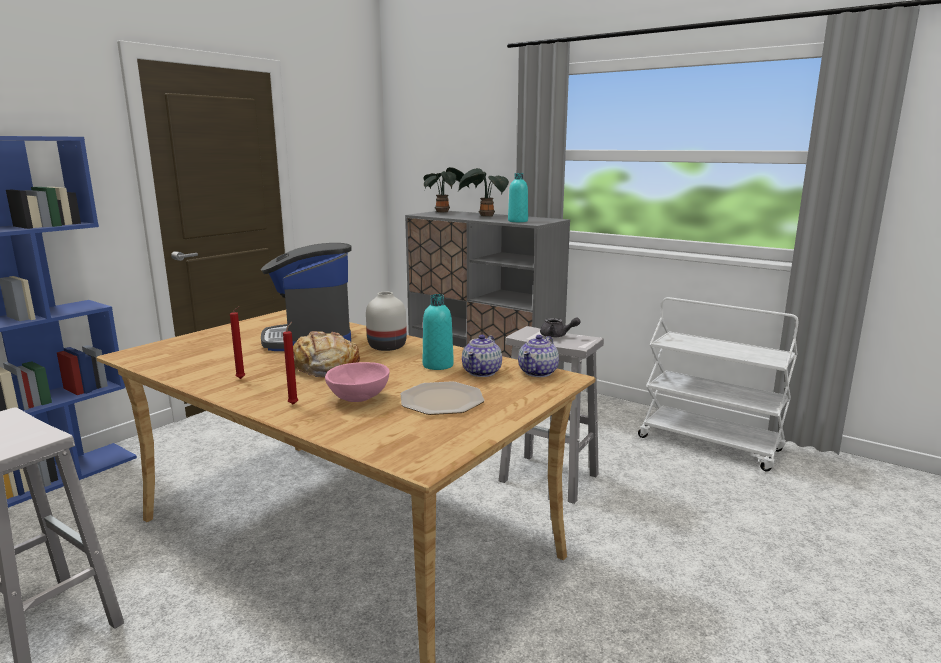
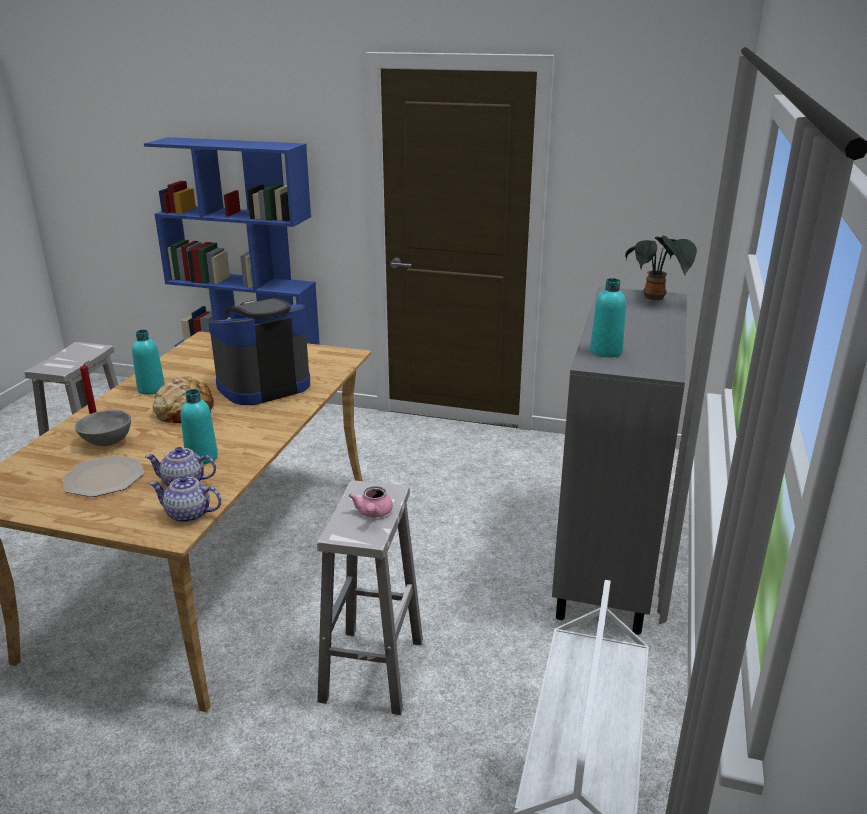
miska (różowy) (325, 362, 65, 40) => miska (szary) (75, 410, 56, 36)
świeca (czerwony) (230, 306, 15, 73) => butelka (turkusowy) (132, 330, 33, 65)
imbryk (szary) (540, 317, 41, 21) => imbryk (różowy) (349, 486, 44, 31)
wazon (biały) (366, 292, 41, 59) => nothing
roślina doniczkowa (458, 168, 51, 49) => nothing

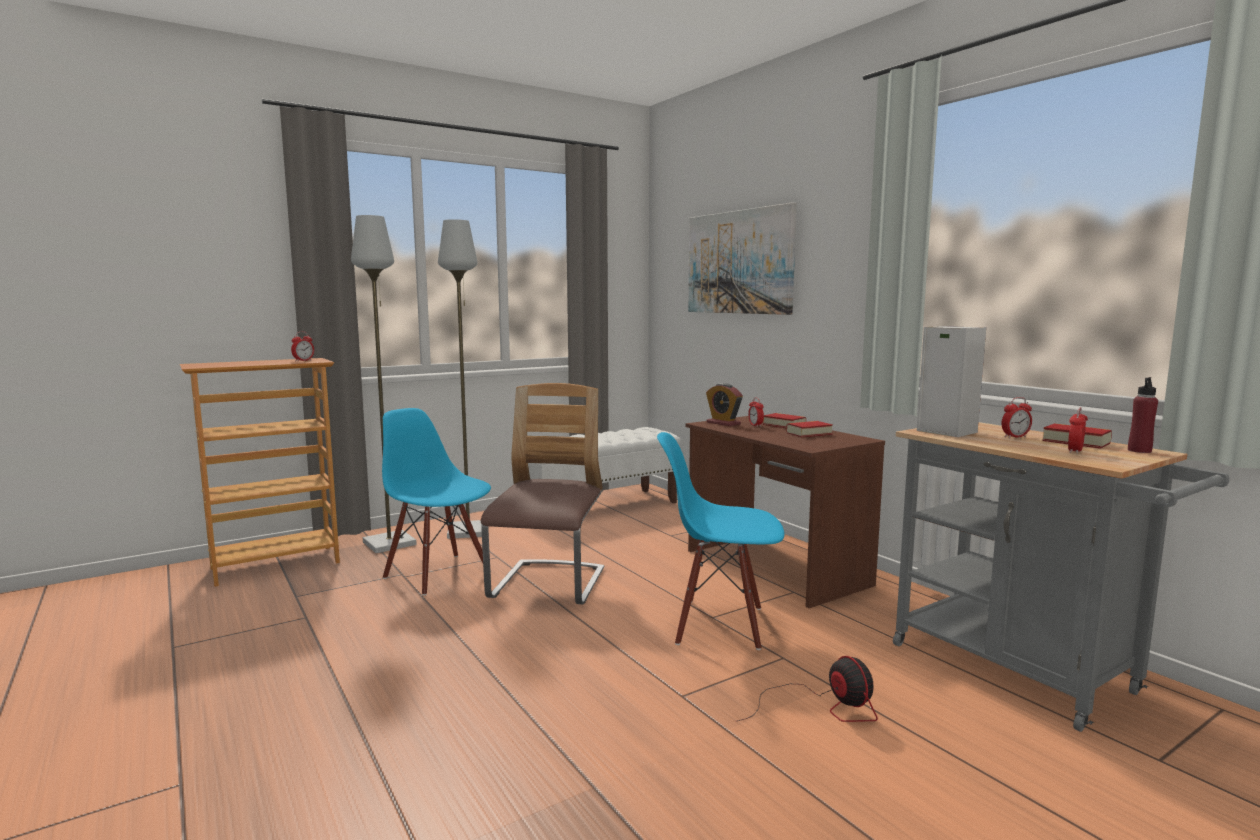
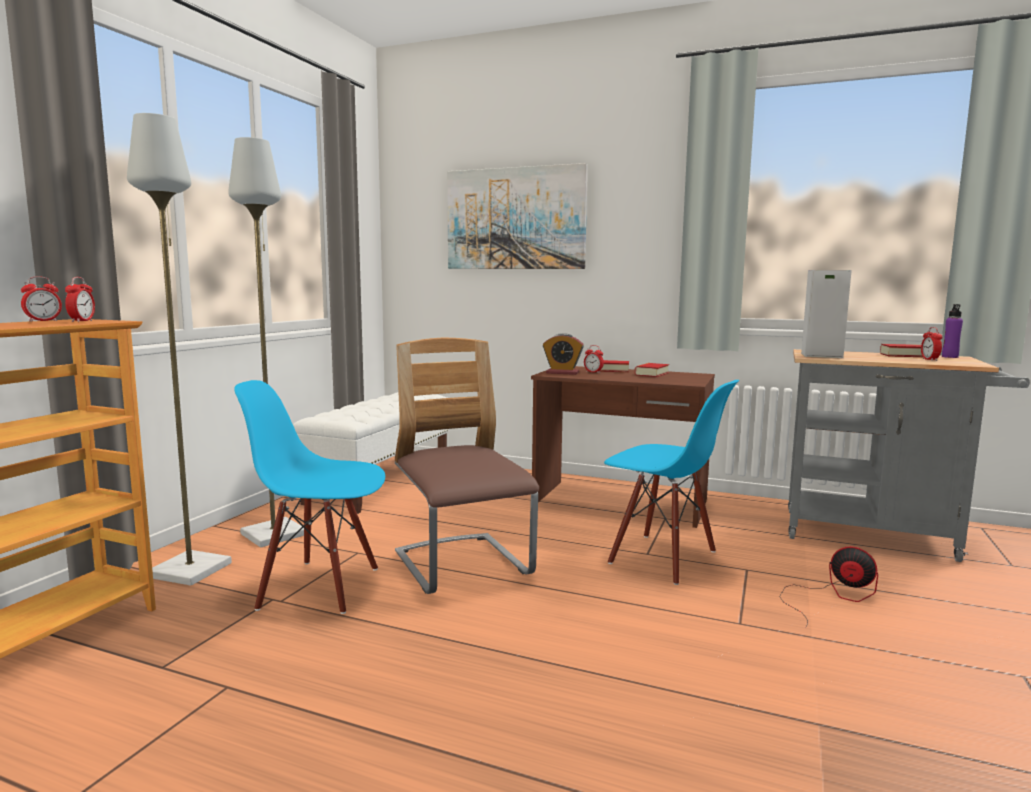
budzik (1002, 397, 30, 41) => budzik (21, 276, 41, 46), relocated
krzesło (niebieski) (657, 432, 127, 218) => krzesło (niebieski) (604, 380, 135, 205), 120 degrees counterclockwise
butelka (czerwony) (1128, 377, 30, 76) => butelka (fioletowy) (942, 304, 21, 54)

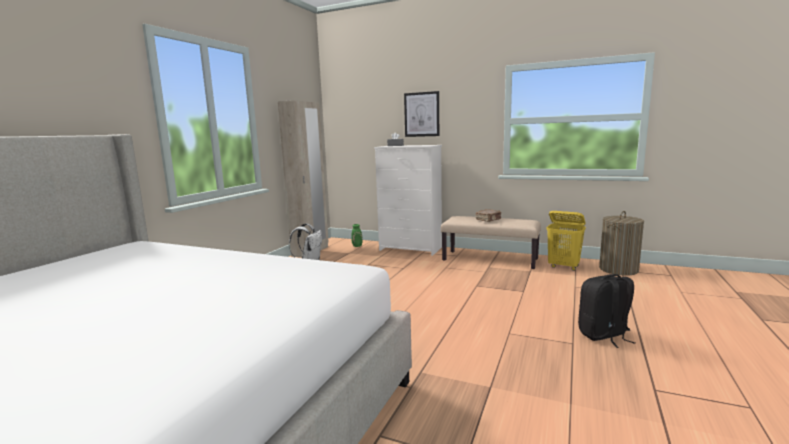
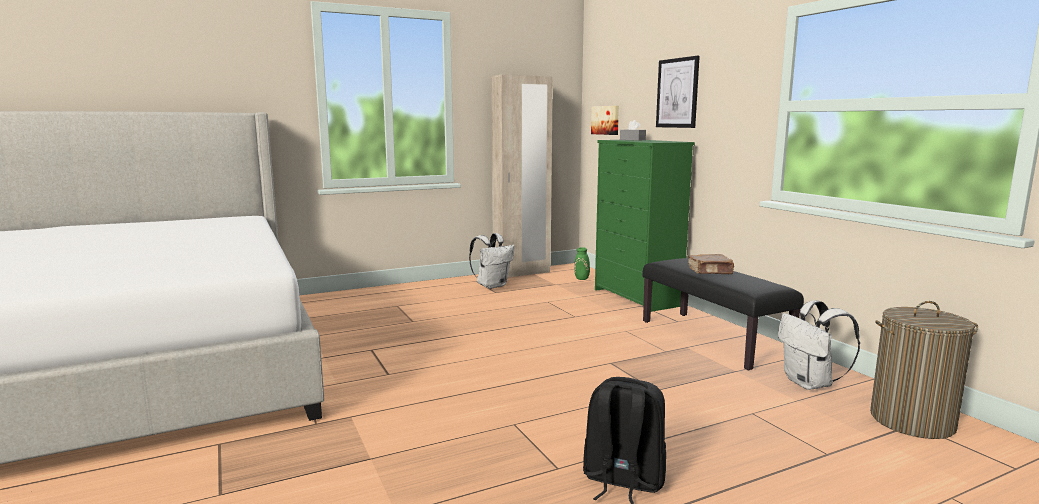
nothing => obraz (591, 106, 28, 29)
komoda (biały) (374, 145, 68, 111) => komoda (zielony) (595, 140, 100, 172)
ławka (beżowy) (441, 216, 100, 53) => ławka (czarny) (642, 258, 162, 112)
kosz na pranie (żółty) (546, 211, 40, 60) => plecak (biały) (778, 300, 82, 90)

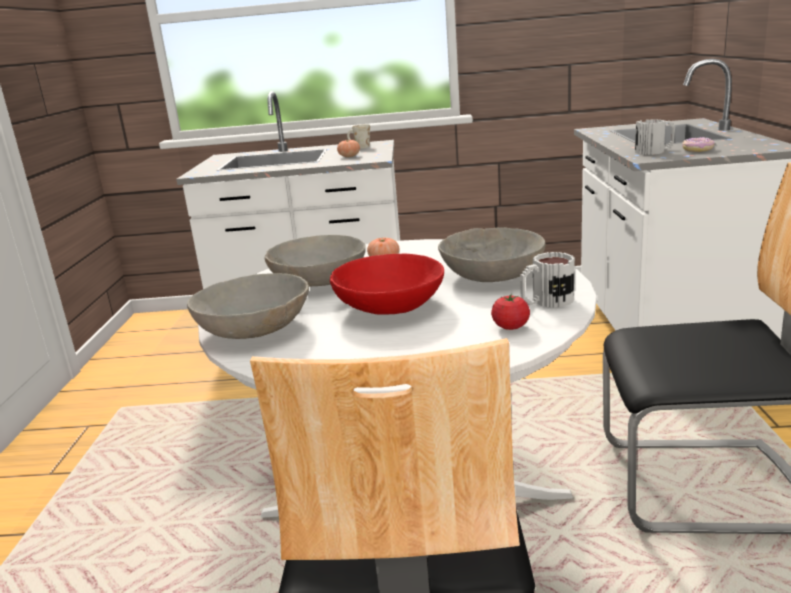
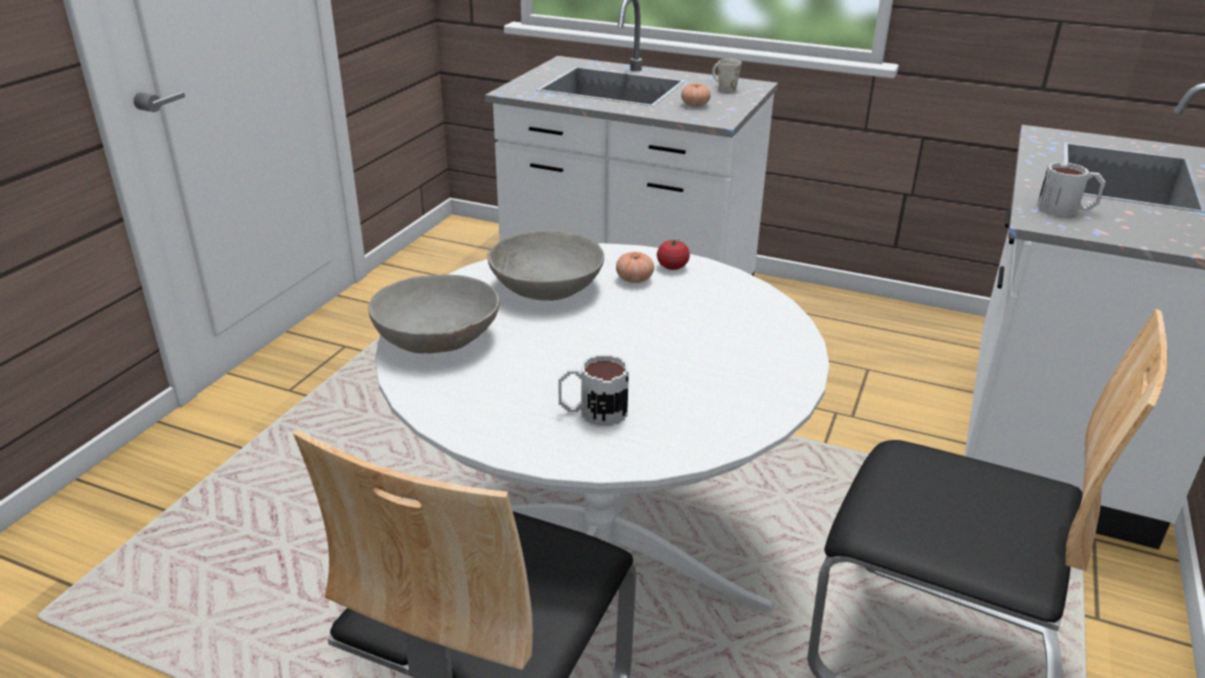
kubek (520, 252, 55, 56) => kubek (558, 355, 71, 71), relocated
pomidor (491, 294, 39, 36) => pomidor (657, 239, 33, 31), relocated
miska (czerwony) (330, 254, 114, 61) => nothing
miska (szary) (438, 227, 108, 55) => nothing
donut (682, 137, 33, 15) => nothing

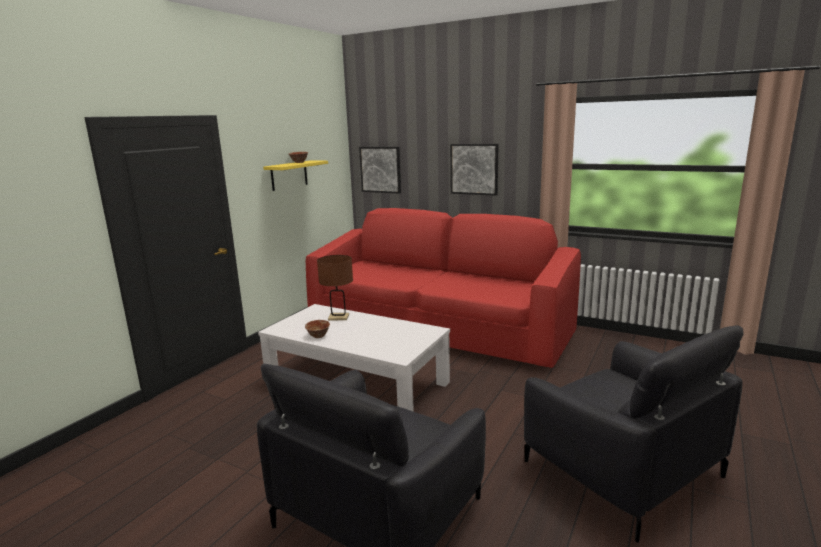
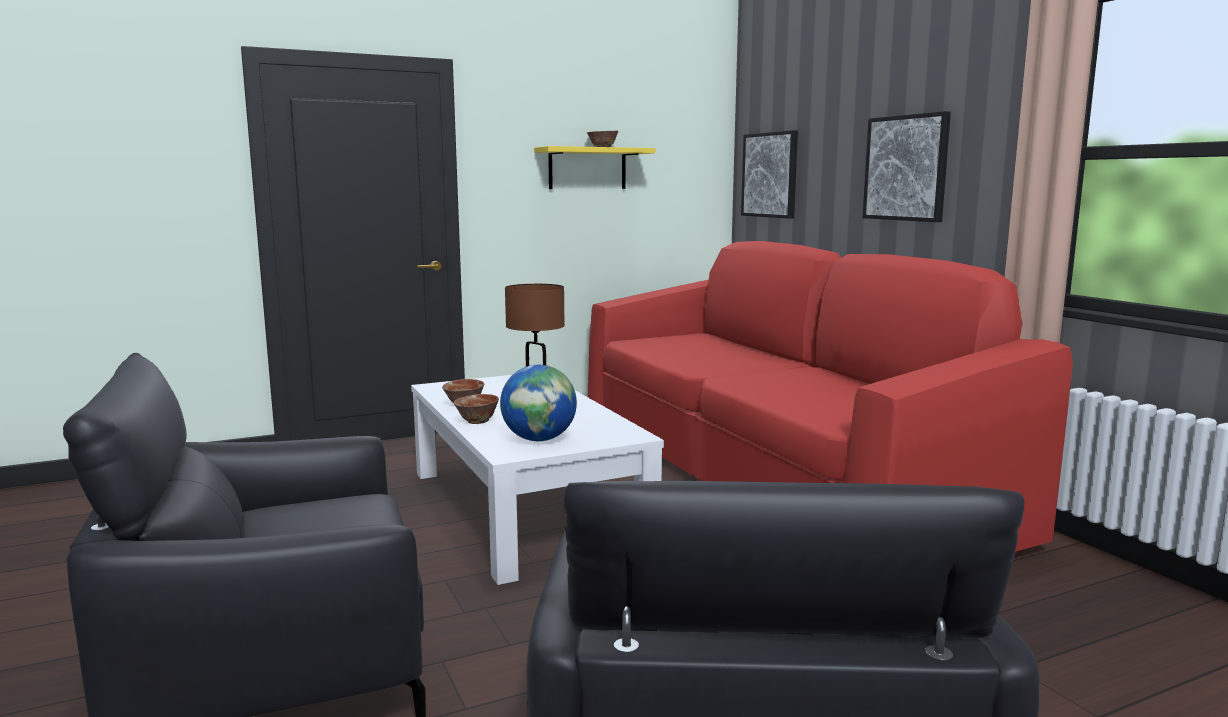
nothing => miska (454, 394, 45, 30)
nothing => globus (500, 365, 77, 76)

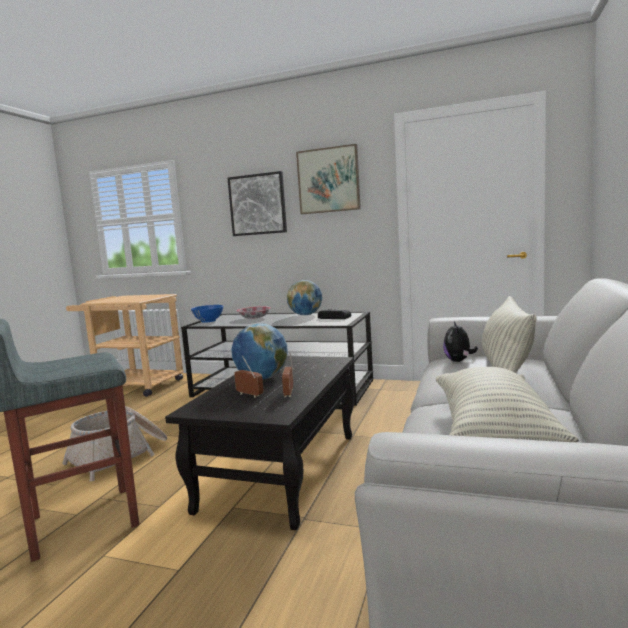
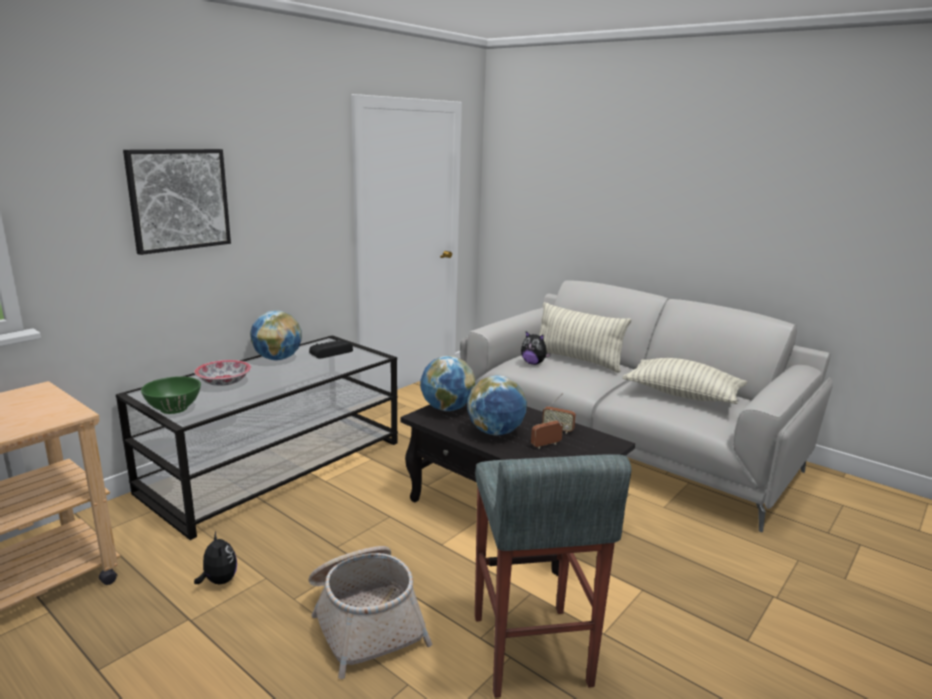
miska (niebieski) (191, 305, 32, 18) => miska (zielony) (141, 376, 60, 38)
nothing => pluszak (194, 532, 43, 53)
nothing => globus (421, 356, 54, 55)
obraz (296, 144, 65, 70) => nothing

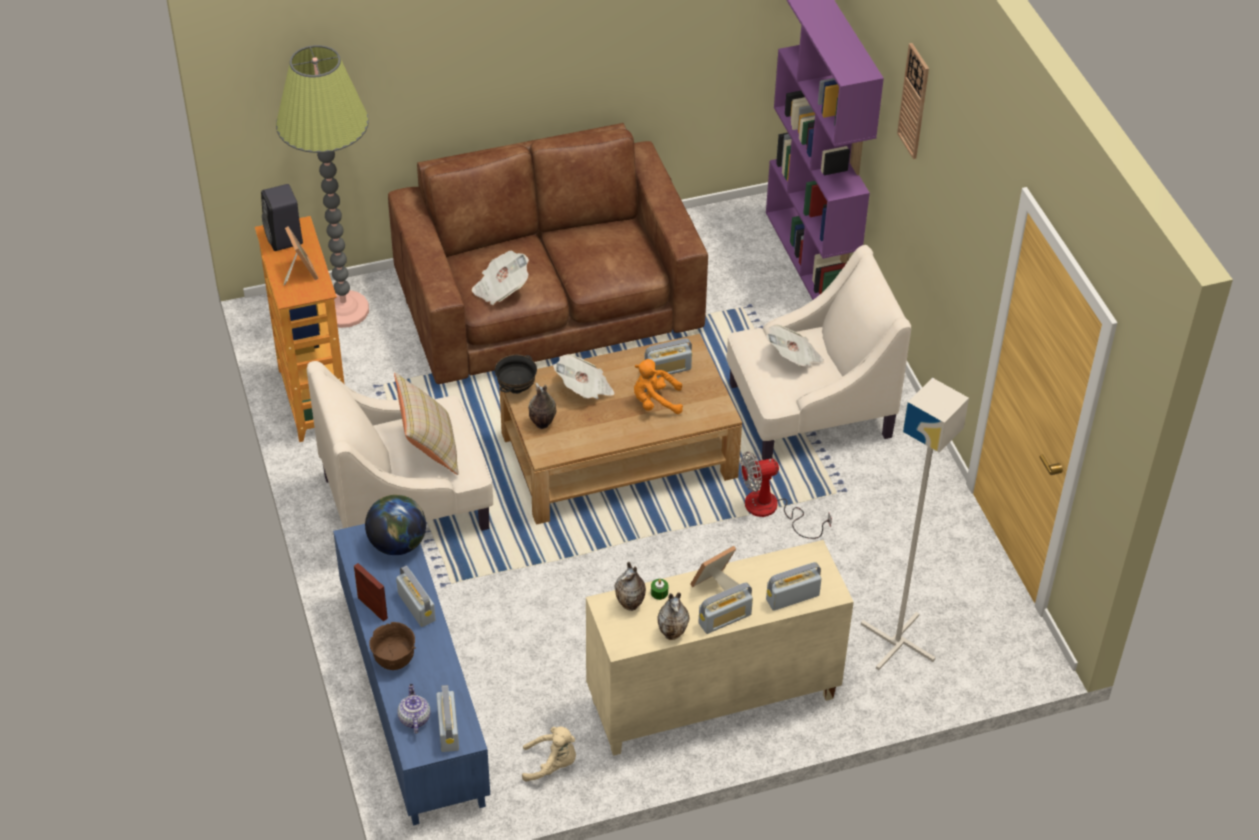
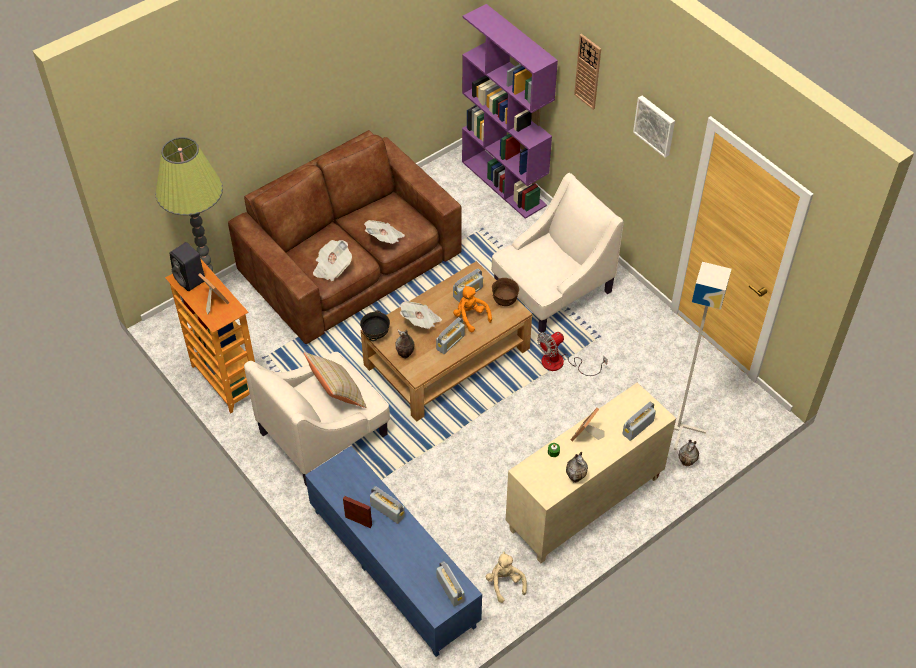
gazeta (766, 325, 58, 42) => gazeta (364, 220, 41, 24), relocated
radio (698, 582, 55, 52) => radio (436, 317, 29, 37), relocated
pluszak (pomarańczowy) (634, 359, 49, 55) => pluszak (pomarańczowy) (453, 285, 39, 48), 75 degrees clockwise
pluszak (beżowy) (522, 727, 54, 55) => pluszak (beżowy) (486, 551, 41, 52), 90 degrees counterclockwise
miska (brązowy) (369, 622, 47, 48) => miska (brązowy) (492, 278, 27, 28), relocated
nothing => obraz (633, 95, 42, 63)
wazon (615, 562, 31, 49) => wazon (679, 439, 20, 27), relocated
globus (365, 494, 61, 61) => nothing
imbryk (397, 684, 34, 50) => nothing

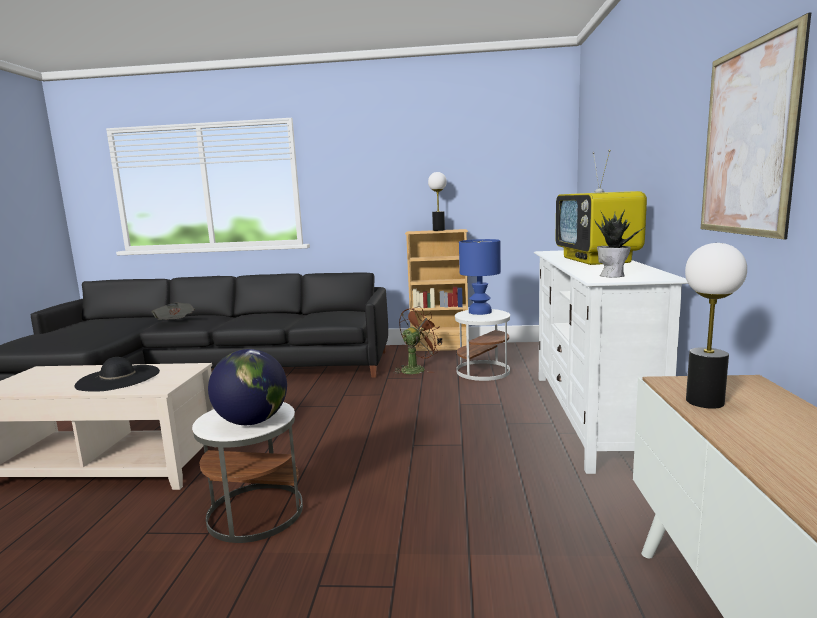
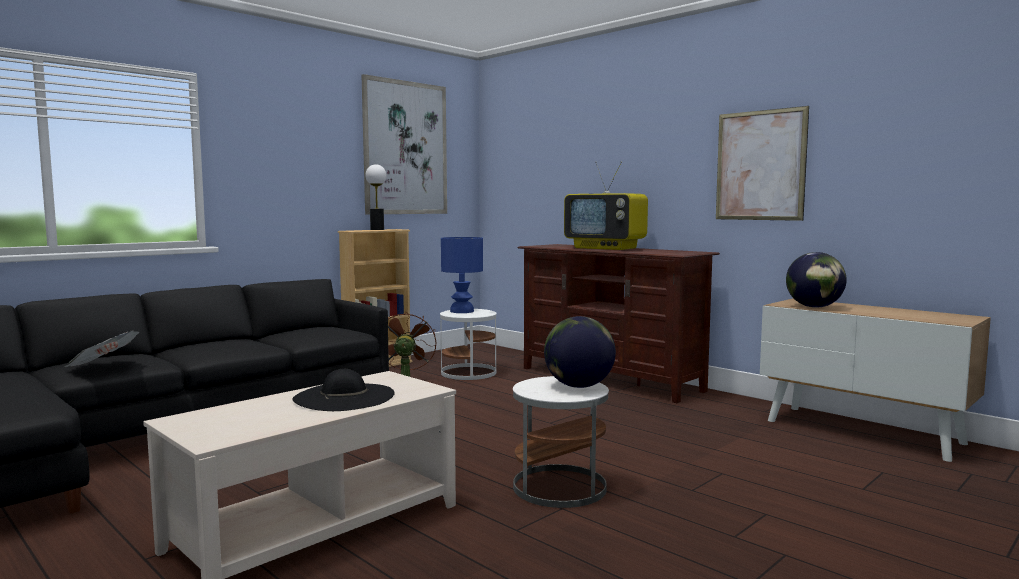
nothing => obraz (361, 74, 86, 141)
szafka pod telewizor (biały) (534, 250, 154, 224) => szafka pod telewizor (brązowy) (517, 244, 203, 159)
lampa stołowa (685, 243, 62, 166) => globus (786, 252, 61, 56)
roślina doniczkowa (594, 210, 51, 67) => nothing

